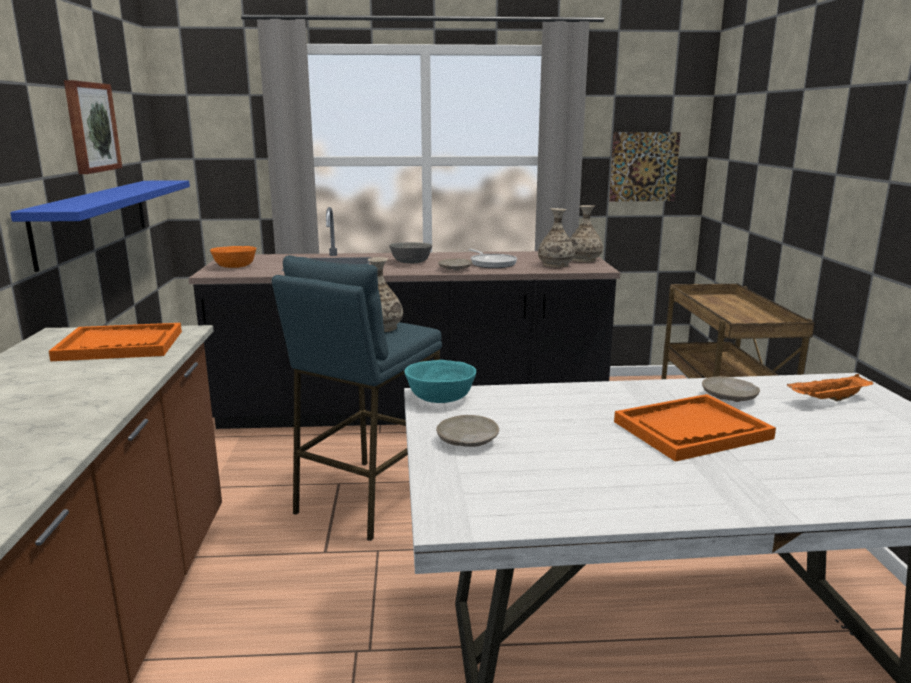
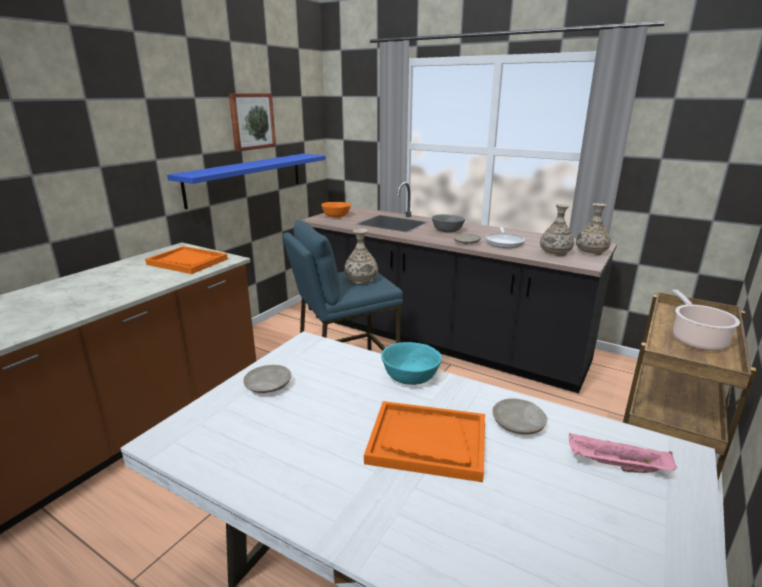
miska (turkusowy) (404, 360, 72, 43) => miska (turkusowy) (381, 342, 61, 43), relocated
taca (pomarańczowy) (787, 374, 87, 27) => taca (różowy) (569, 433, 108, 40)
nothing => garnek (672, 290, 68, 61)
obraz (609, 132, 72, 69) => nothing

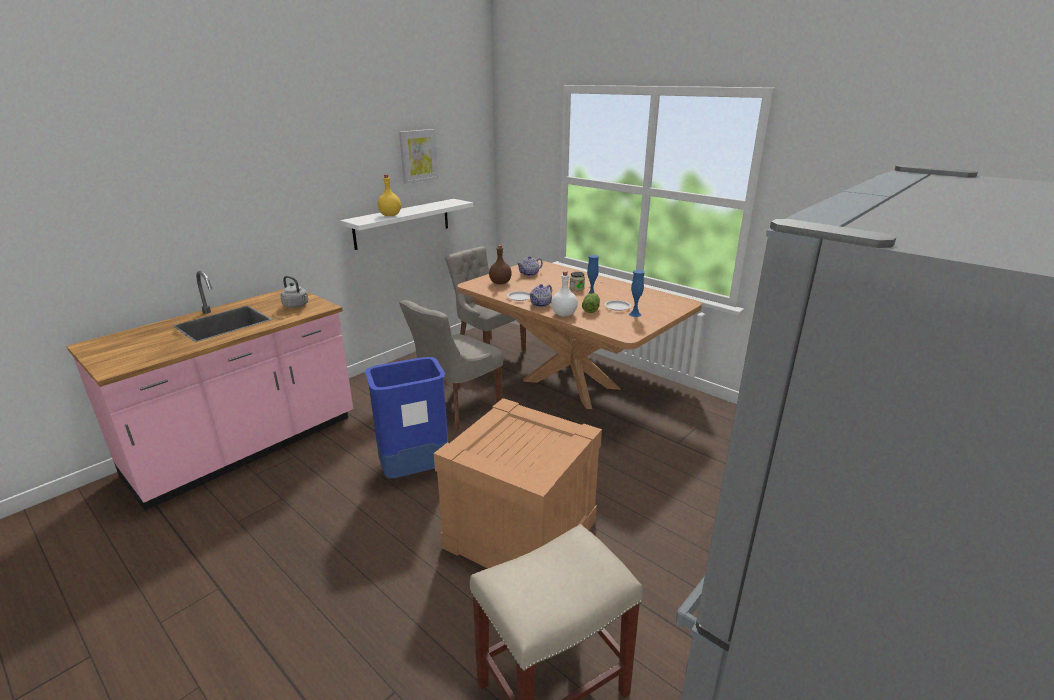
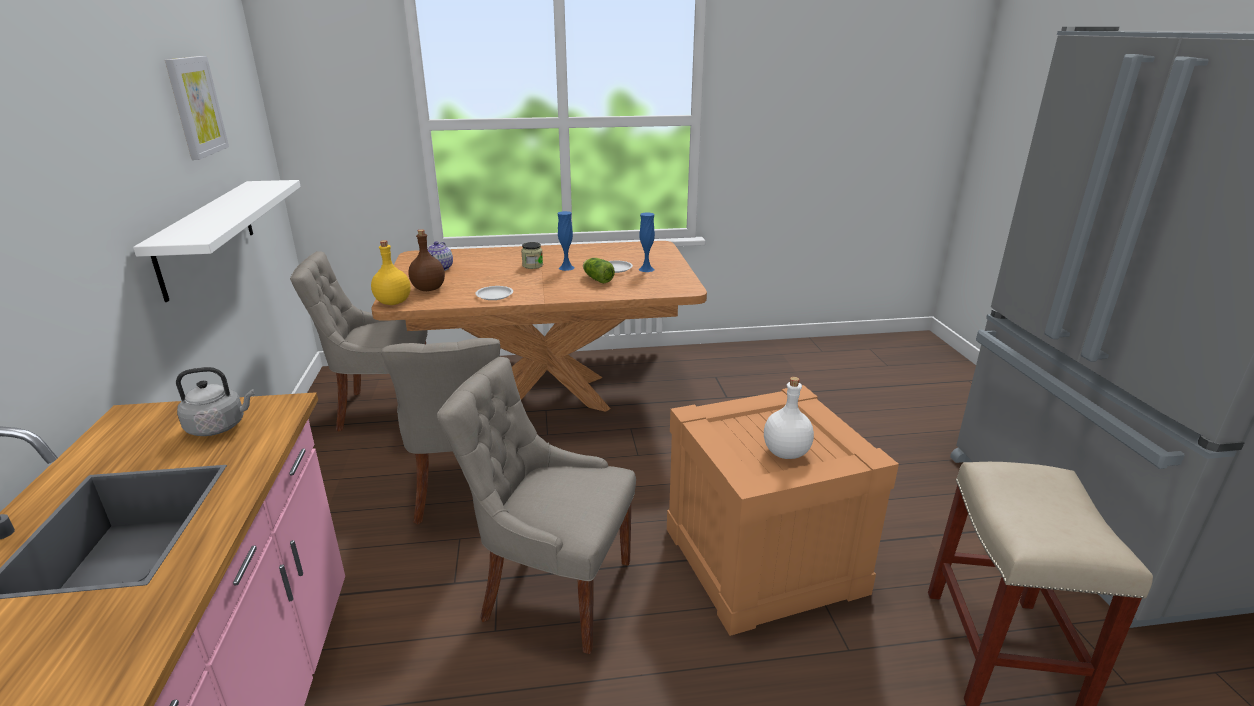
butelka (żółty) (378, 174, 23, 42) => butelka (żółty) (371, 240, 40, 65), relocated
kosz na śmieci (niebieski) (365, 357, 83, 121) => krzesło (szary) (437, 357, 199, 297)
butelka (biały) (551, 271, 27, 46) => butelka (biały) (764, 377, 50, 82), relocated
imbryk (530, 284, 22, 23) => nothing

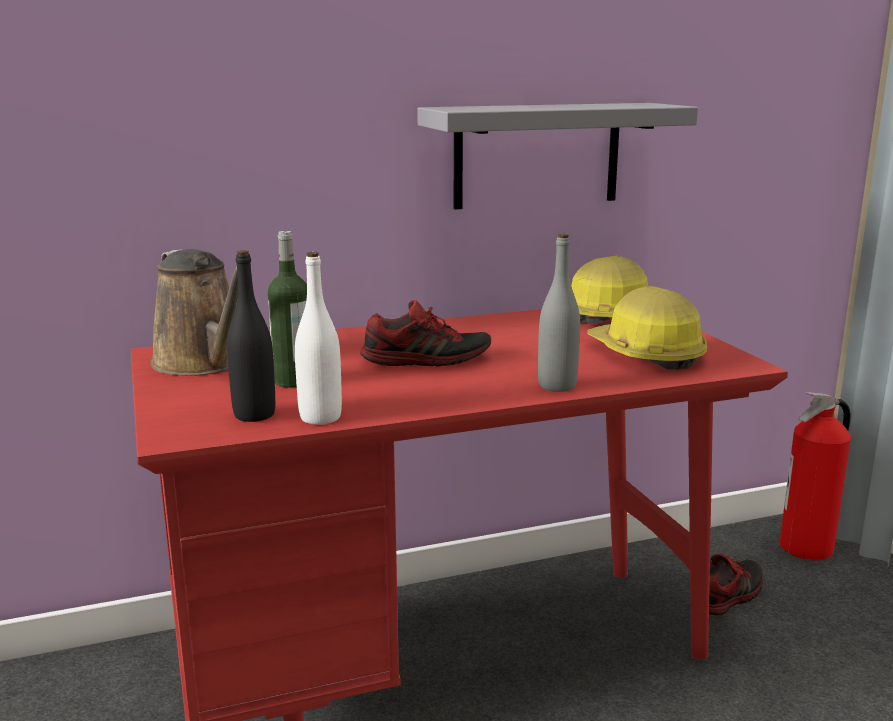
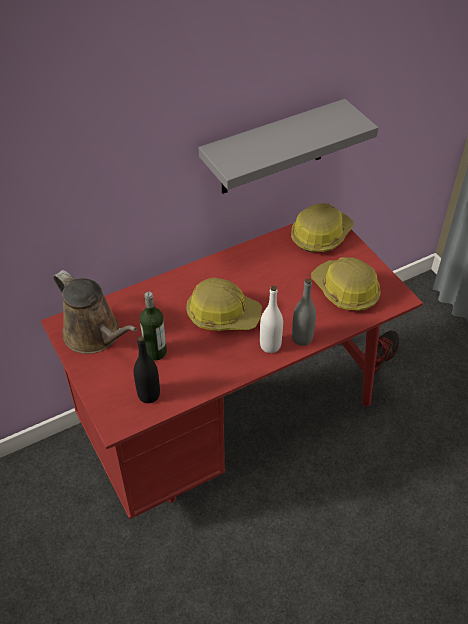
but (360, 300, 131, 66) => kask (186, 278, 76, 53)
butelka (biały) (295, 252, 47, 173) => butelka (biały) (260, 286, 23, 67), relocated
gaśnica (780, 392, 71, 168) => nothing

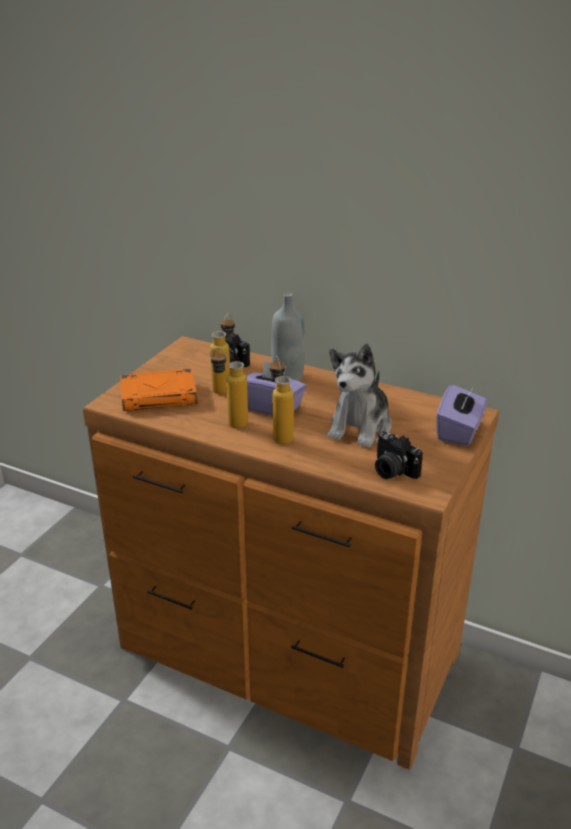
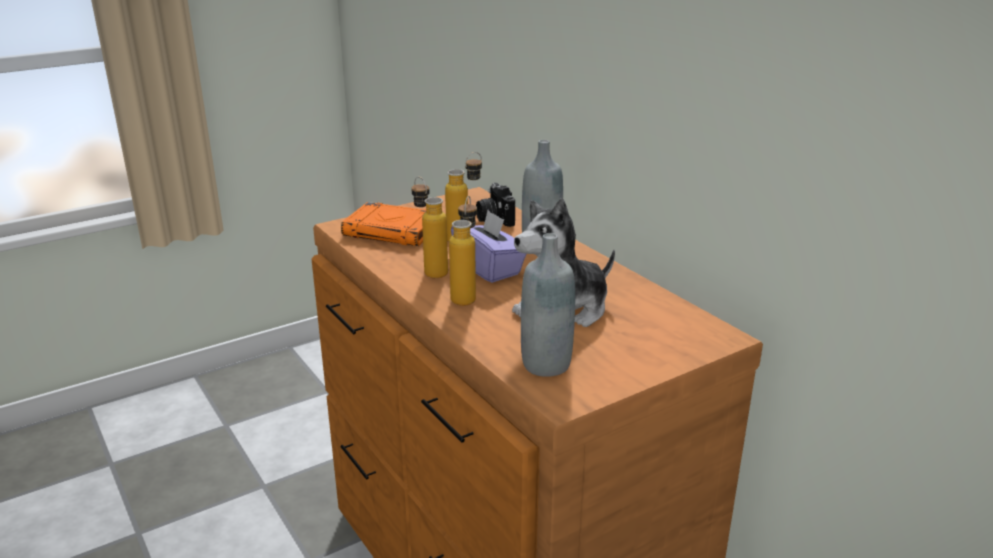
aparat fotograficzny (375, 431, 48, 48) => butelka (szary) (521, 233, 54, 144)
pudełko chusteczek (fioletowy) (436, 385, 51, 61) => nothing

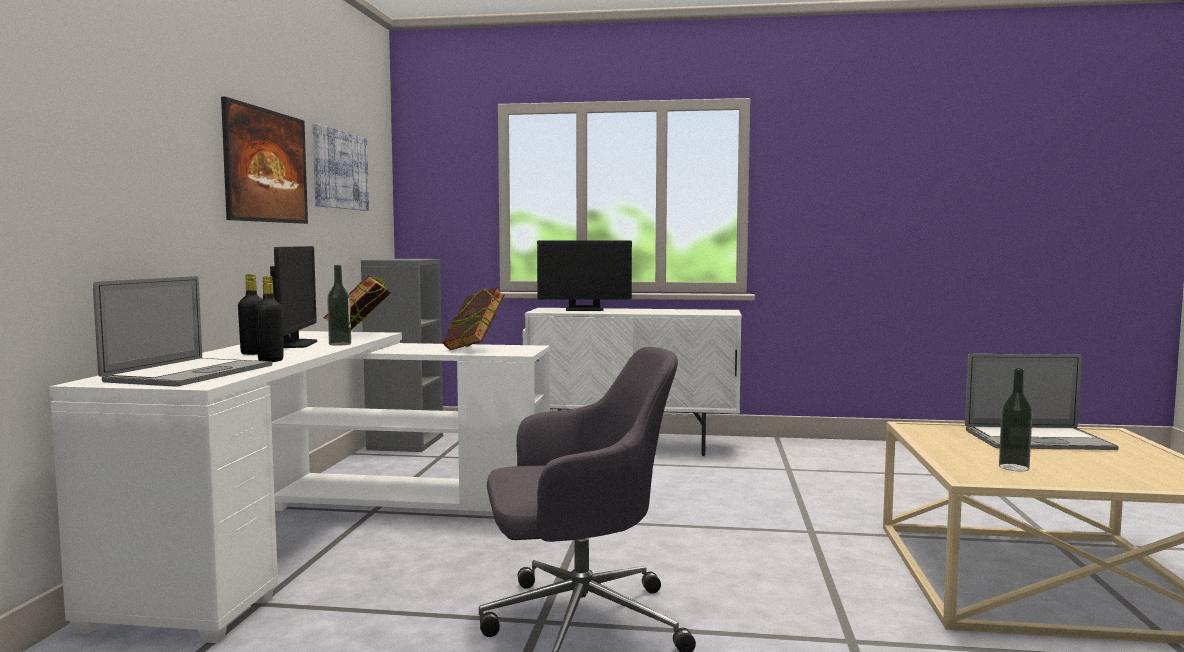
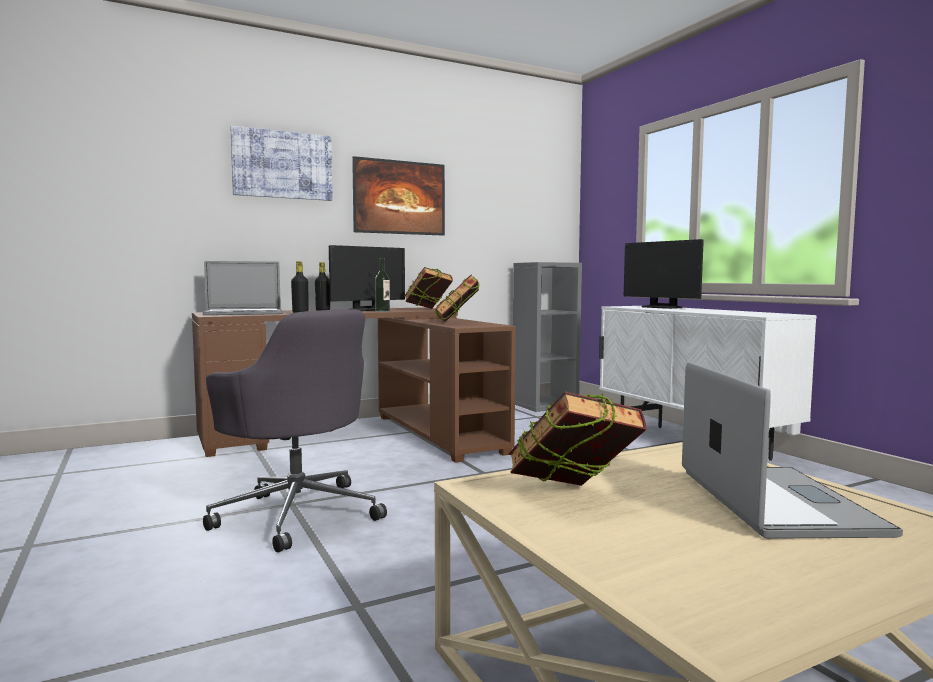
biurko (biały) (50, 331, 500, 312) => biurko (brązowy) (192, 307, 324, 156)
obraz (313, 123, 56, 88) => obraz (231, 126, 102, 75), relocated
butelka (999, 368, 34, 103) => książka (508, 392, 139, 94)
laptop (965, 354, 154, 96) => laptop (682, 362, 221, 177), 150 degrees counterclockwise

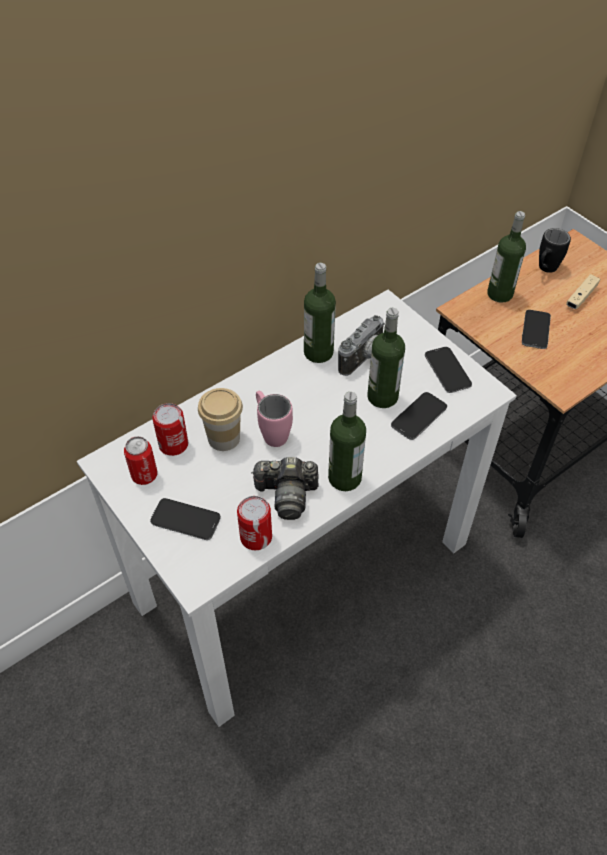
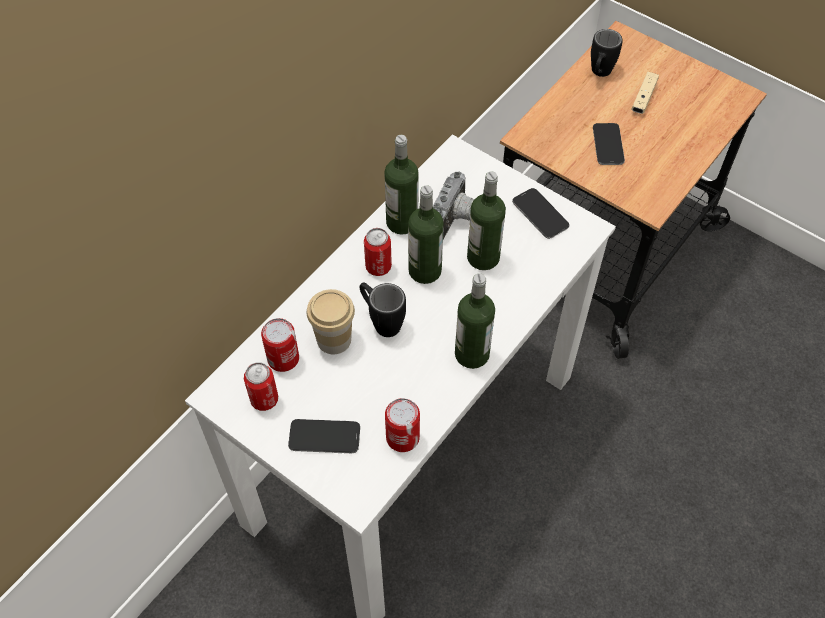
kubek (różowy) (256, 391, 37, 56) => kubek (czarny) (360, 282, 46, 55)
nothing => puszka (364, 228, 28, 48)
butelka (487, 211, 39, 92) => butelka (408, 185, 36, 99), relocated
aparat fotograficzny (251, 457, 67, 63) => nothing
telefon (391, 392, 56, 48) => nothing

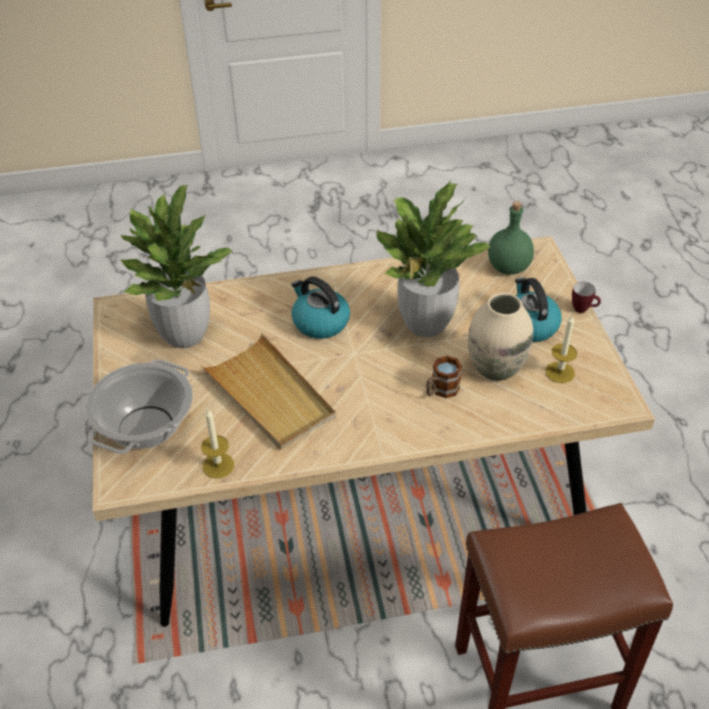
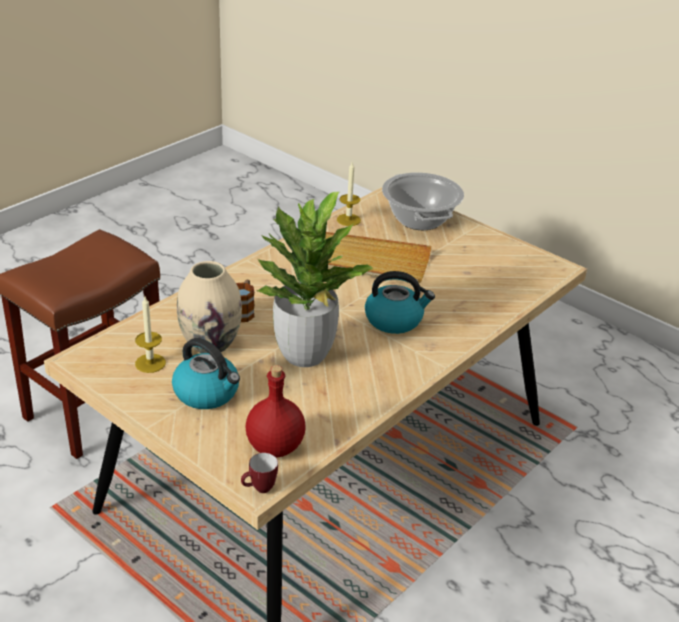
kubek (572, 282, 29, 31) => kubek (241, 453, 37, 40), relocated
butelka (zielony) (488, 201, 46, 73) => butelka (czerwony) (246, 365, 60, 93)
roślina doniczkowa (120, 185, 113, 163) => nothing

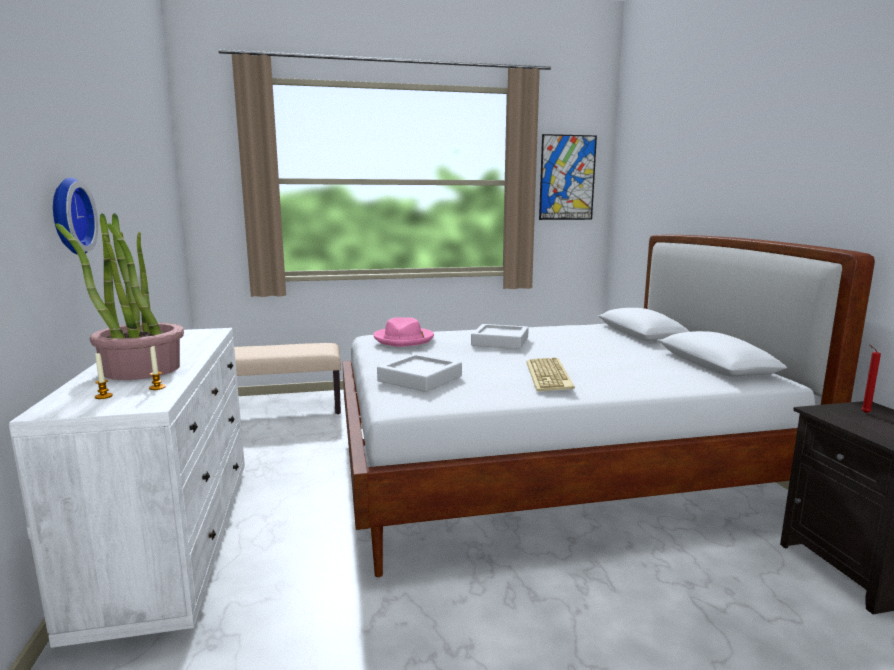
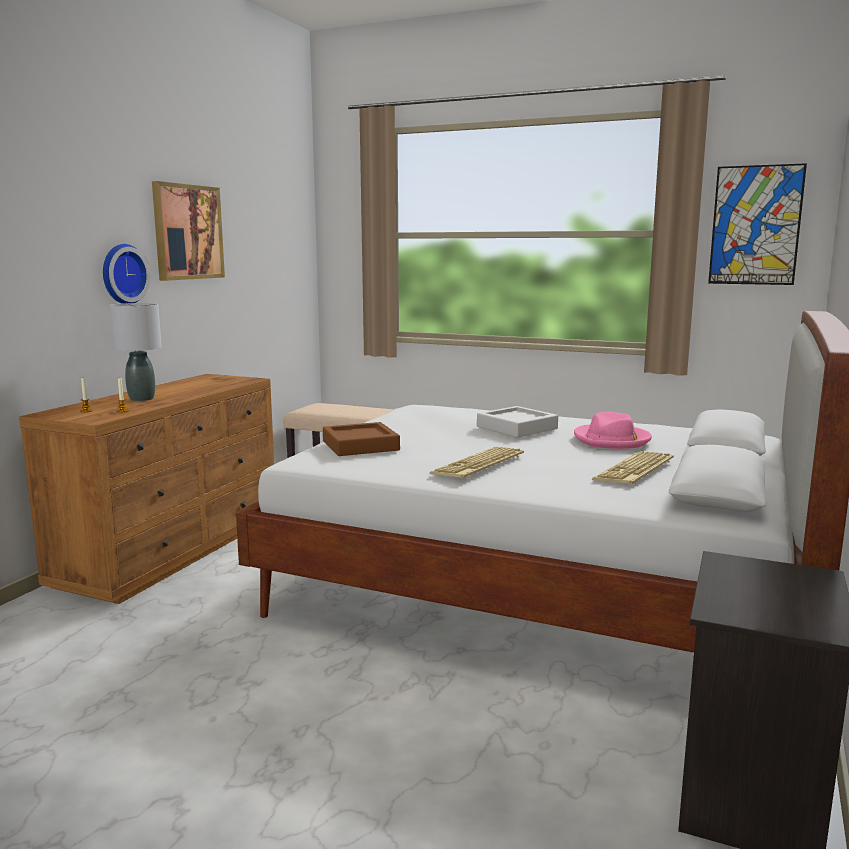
komoda (biały) (9, 328, 236, 320) => komoda (brązowy) (19, 374, 255, 230)
roślina doniczkowa (56, 213, 128, 167) => lampa stołowa (szary) (109, 303, 53, 98)
nothing => obraz (152, 181, 73, 100)
taca (szary) (377, 354, 85, 38) => taca (brązowy) (323, 422, 77, 34)
kapelusz (różowy) (373, 317, 61, 30) => kapelusz (różowy) (574, 411, 78, 38), relocated
nothing => klawiatura (592, 451, 82, 33)
świeca (czerwony) (861, 345, 20, 68) => nothing

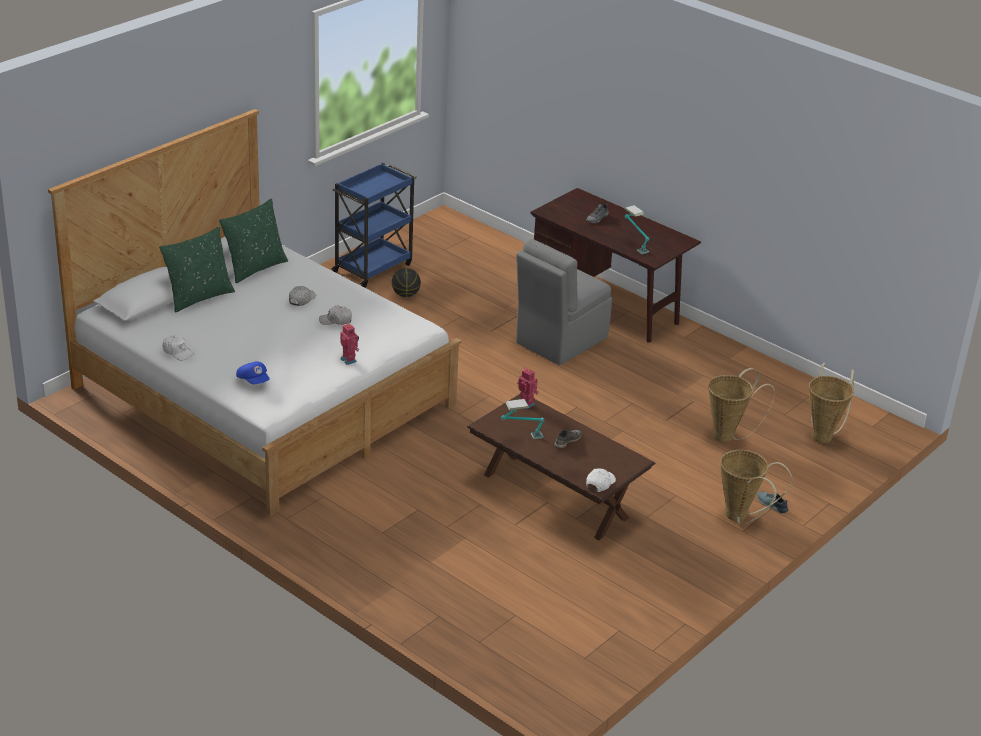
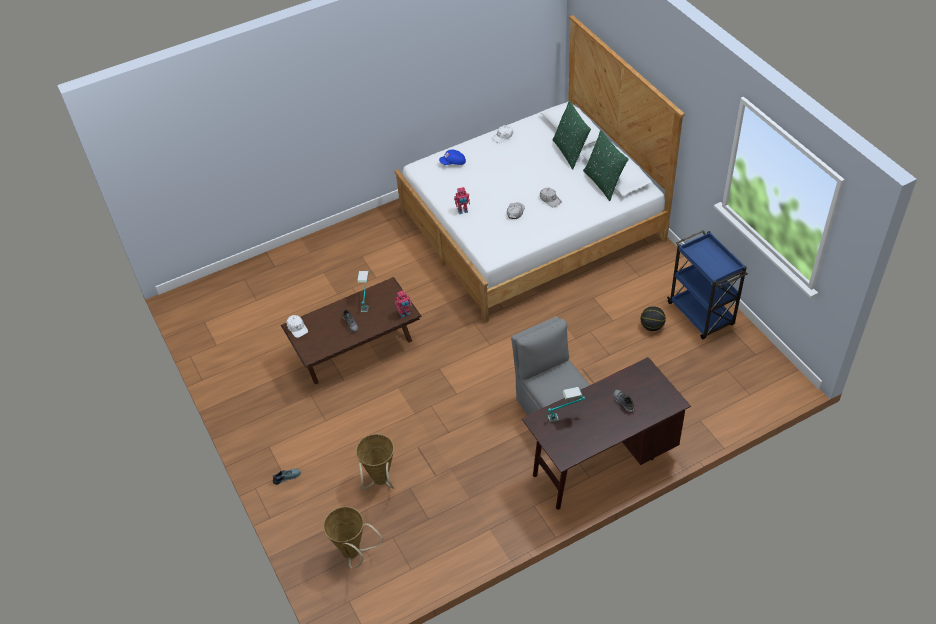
koszyk (720, 450, 72, 75) => nothing

